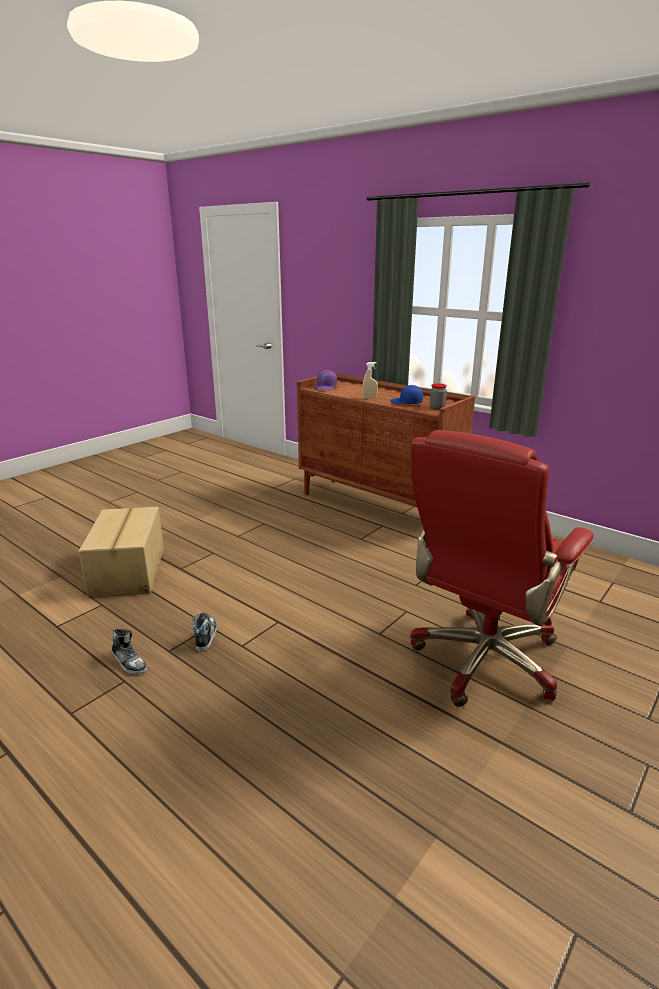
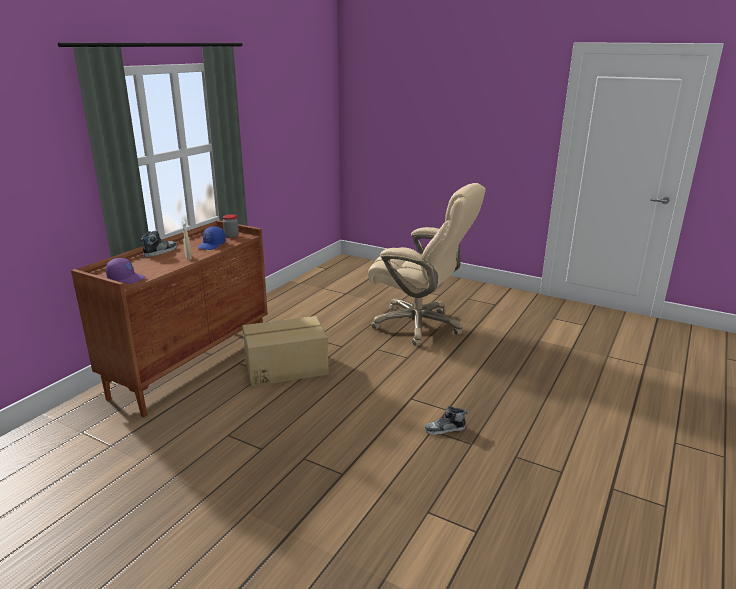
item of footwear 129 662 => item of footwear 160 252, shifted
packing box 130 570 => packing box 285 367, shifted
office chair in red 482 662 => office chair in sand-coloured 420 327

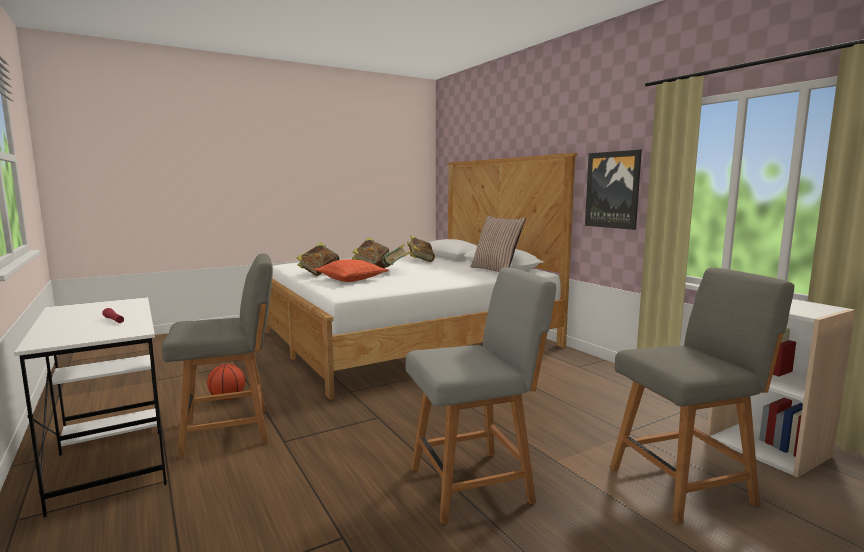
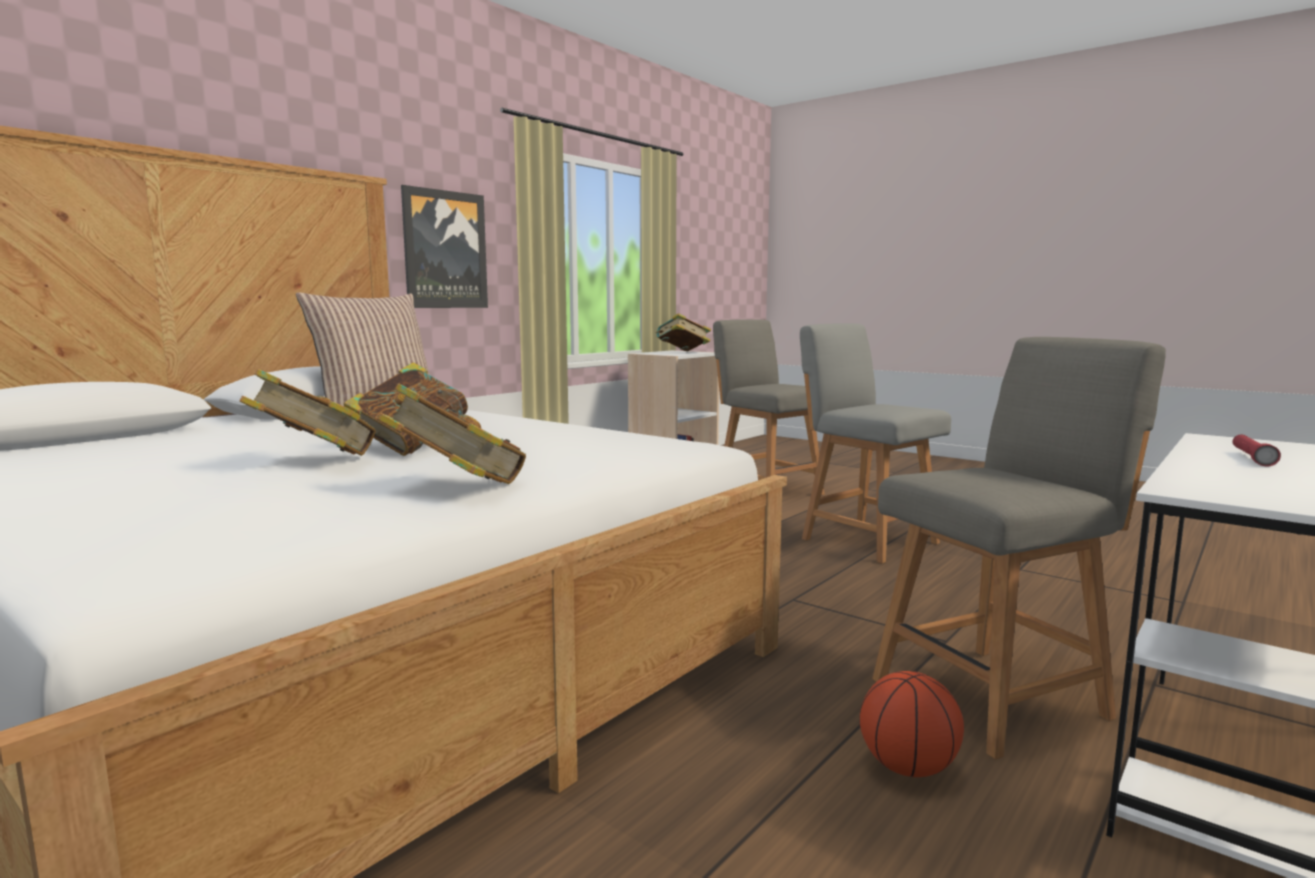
volume 420 261 => volume 682 352, shifted
upright chair in gray 230 431 => upright chair in gray 994 696, 105 degrees clockwise
cushion in orange-coloured 351 280 => nothing

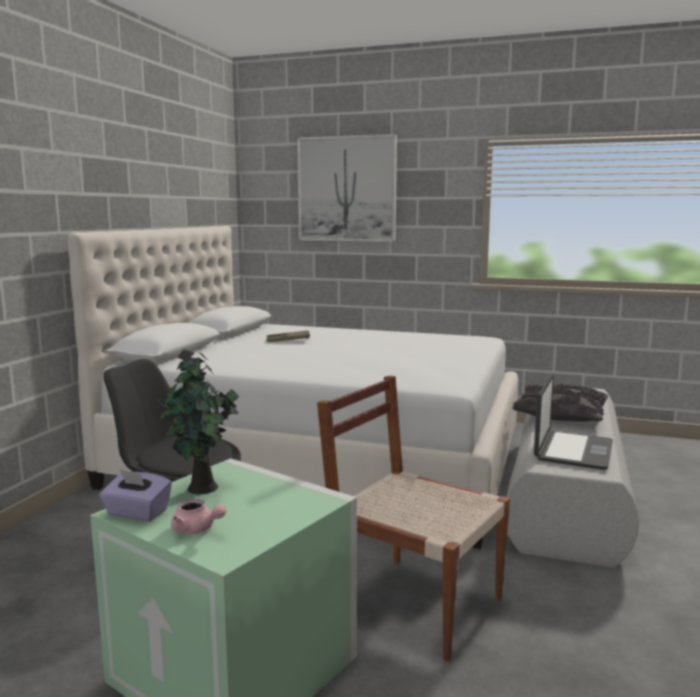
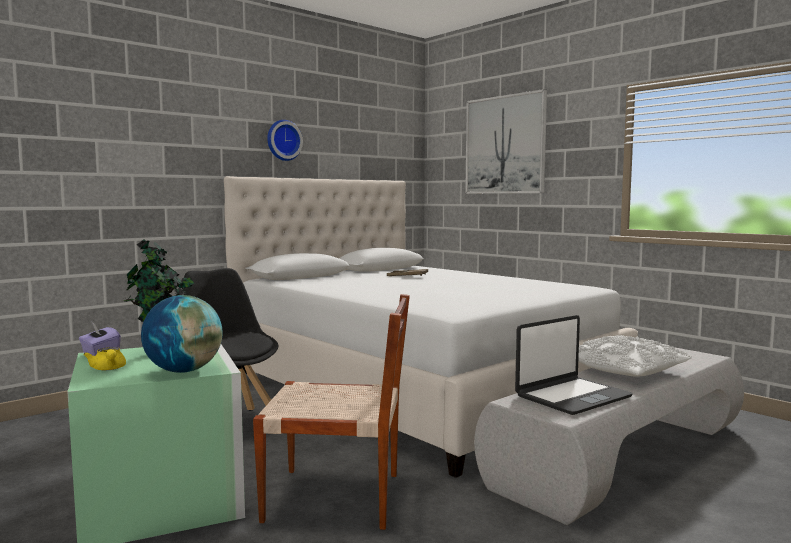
tea pot in pinkish 197 530 => tea pot in yellow 108 369
nothing => world globe 184 371
upright chair 413 603 => upright chair 338 498, 120 degrees clockwise
nothing => hanging clock 283 140
cushion in black 560 415 => cushion in white-coloured 623 370

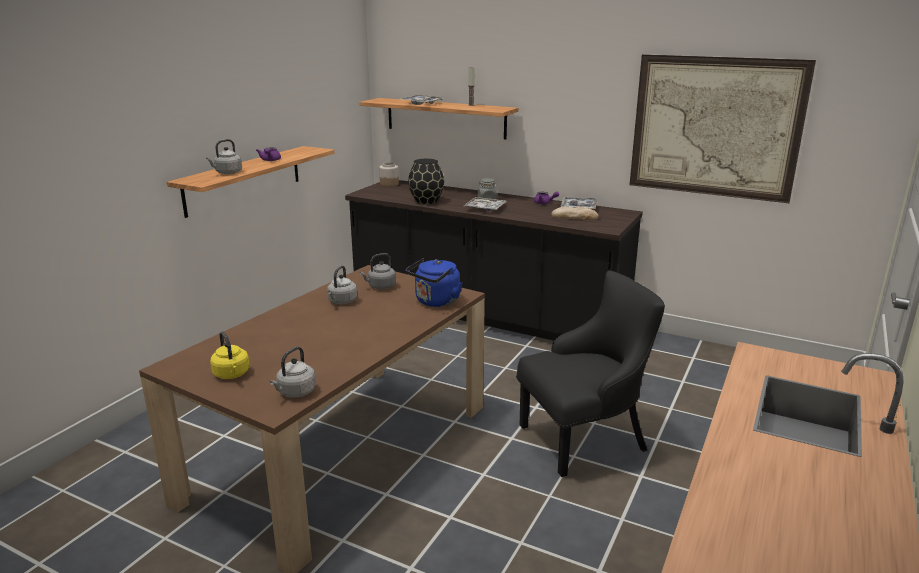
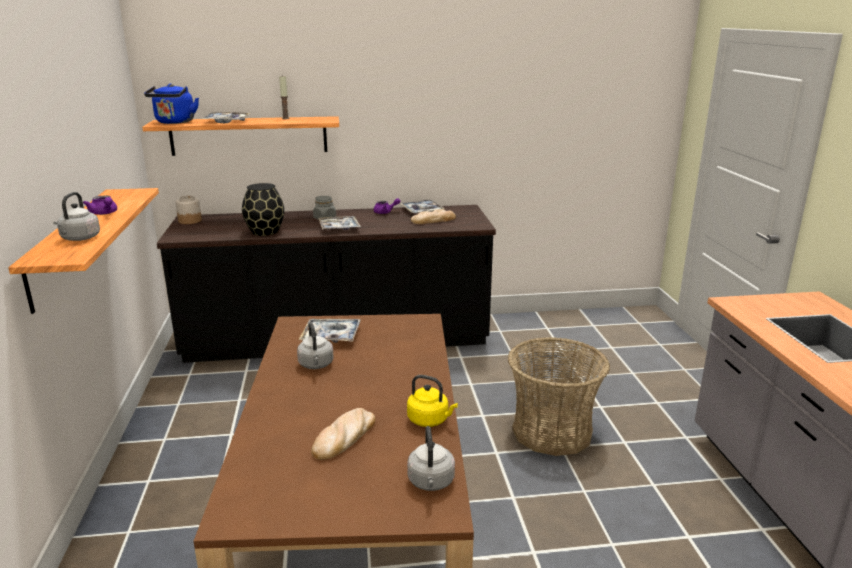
tea kettle in blue-coloured 435 302 => tea kettle in blue-coloured 174 122, shifted
tea kettle in gray 380 286 => tray 331 336
nothing => baked bread 344 437
tea kettle in yellow 232 374 => tea kettle in yellow 430 420, shifted
upright chair in black 581 441 => storage basket 552 431
picture 715 127 => nothing

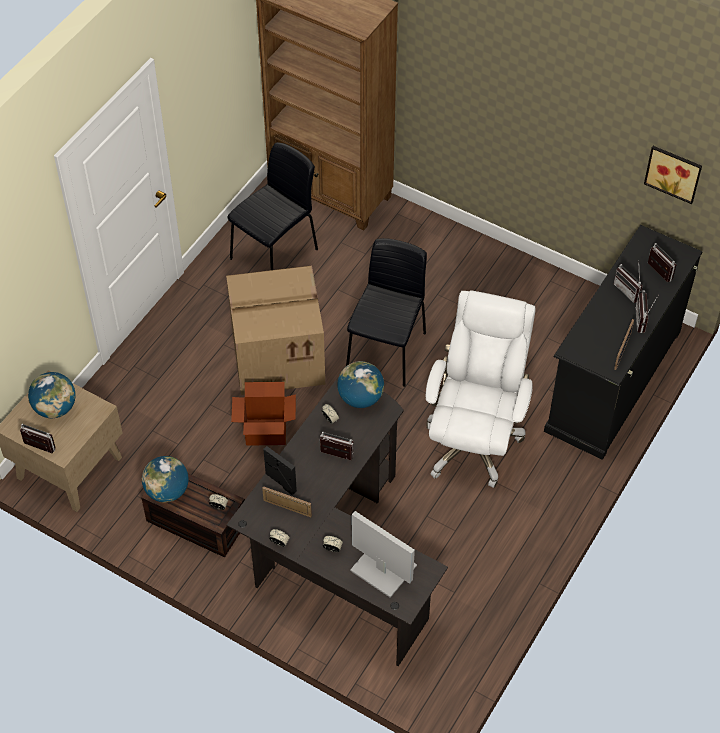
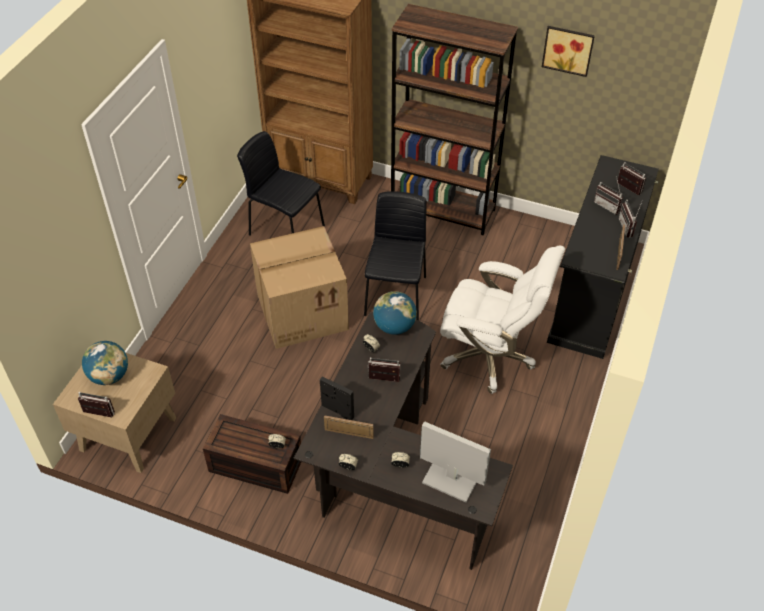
upright chair in black 276 252 => upright chair in black 284 229, 90 degrees counterclockwise
nothing => shelving unit in brown 443 210
office chair in white-coloured 474 442 => office chair in white-coloured 490 359, 105 degrees clockwise
picture 674 172 => picture 568 49, shifted
world globe 167 491 => nothing
packing box 265 432 => nothing

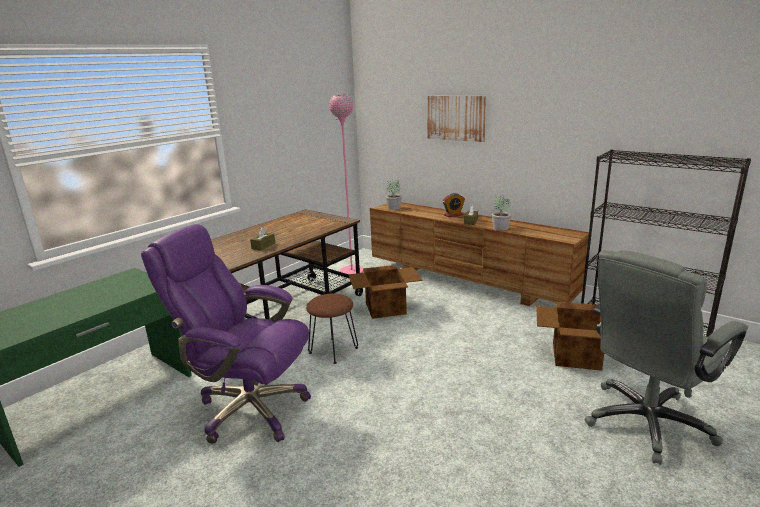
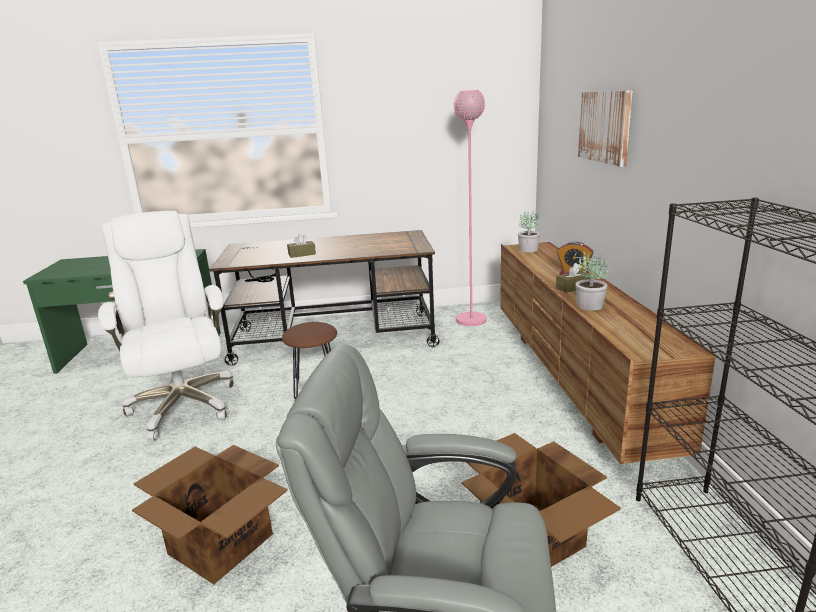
office chair in purplish 249 409 => office chair in white-coloured 184 404
packing box 386 308 => packing box 221 545, shifted

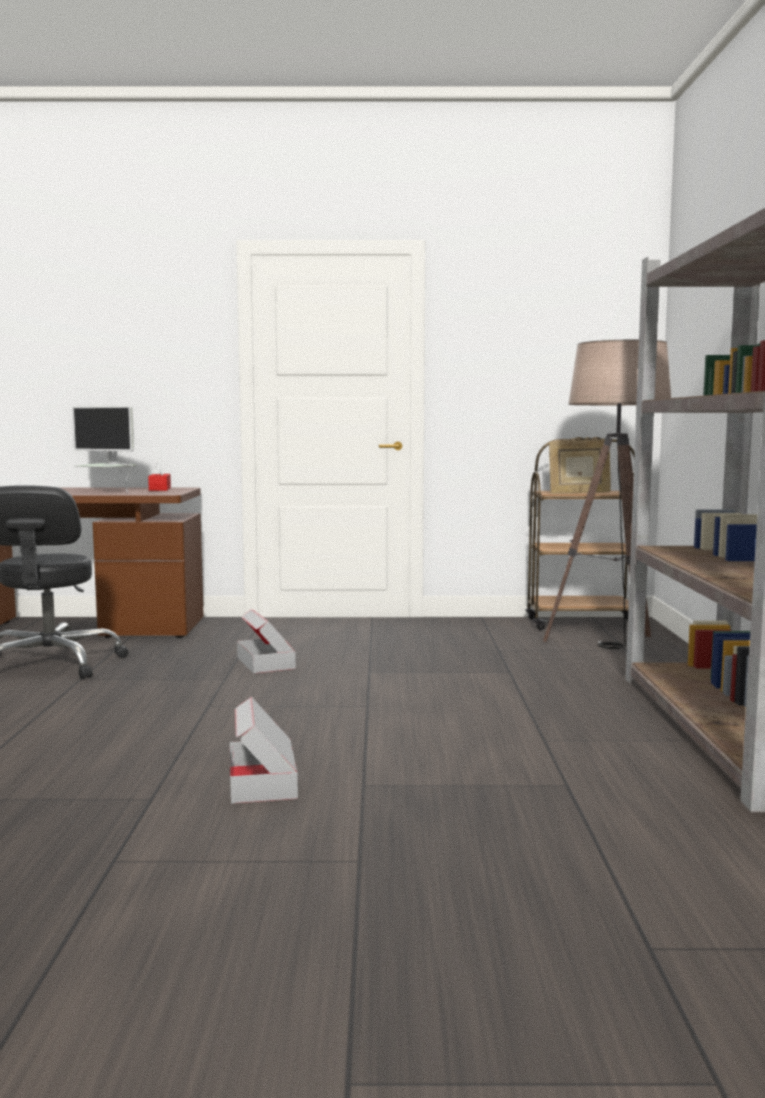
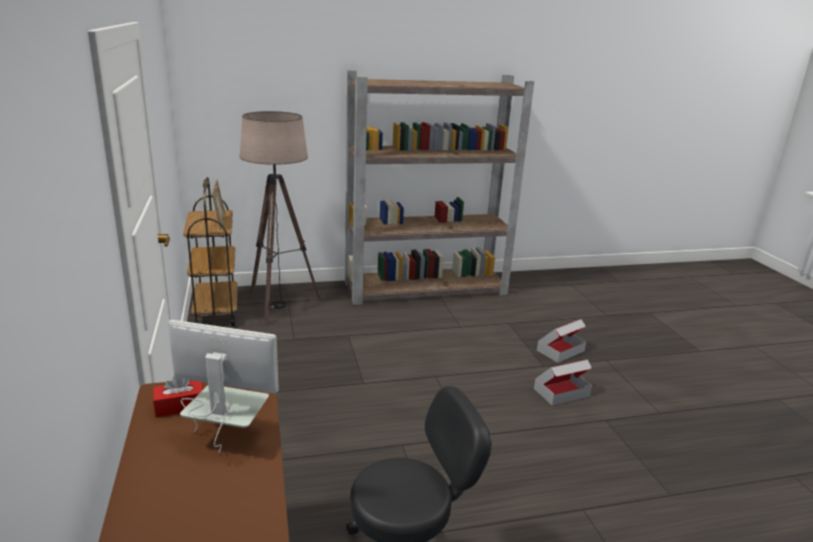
monitor 108 492 => monitor 226 438, 90 degrees counterclockwise
packing box 266 663 => packing box 560 350, shifted

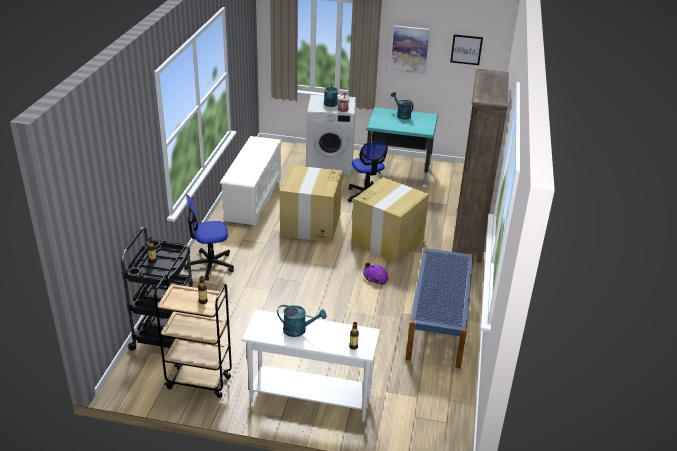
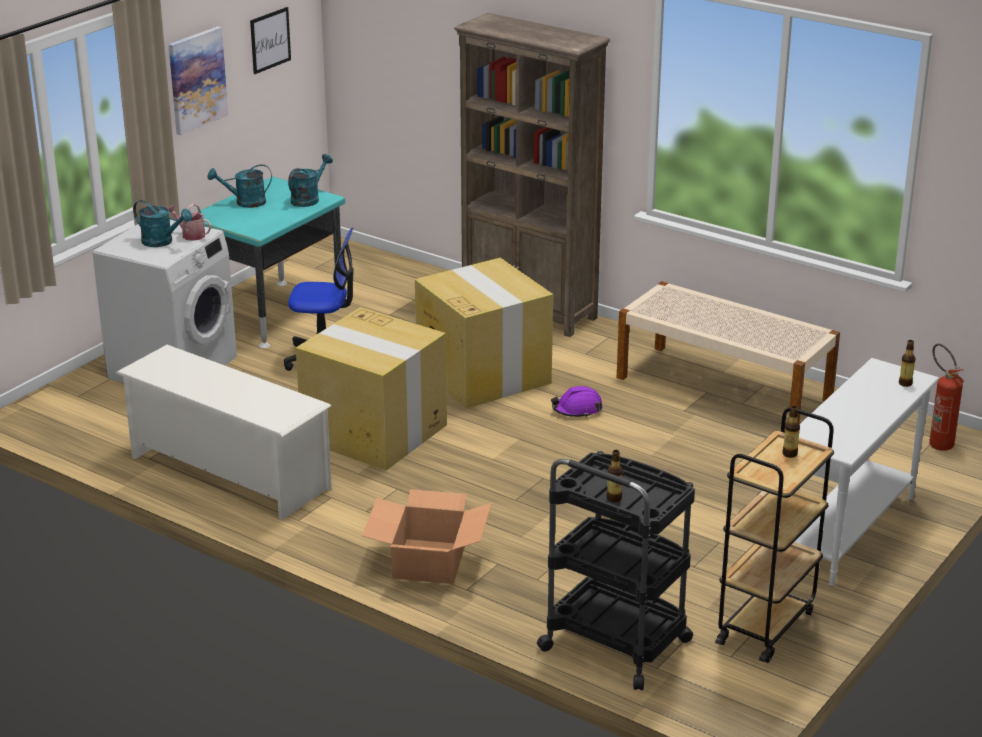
watering pot in turquoise-coloured 299 330 => watering pot in turquoise-coloured 308 199, shifted
office chair 210 265 => packing box 428 561
long seat in blue-coloured 439 323 => long seat in sand-coloured 724 388
nothing => fire-fighting cylinder 937 442

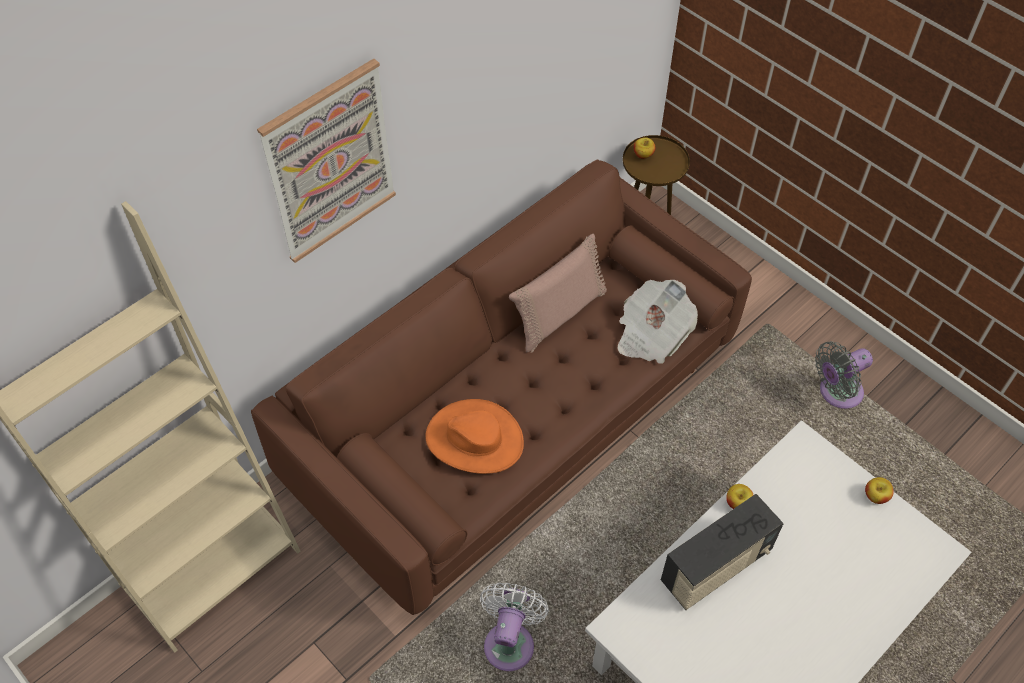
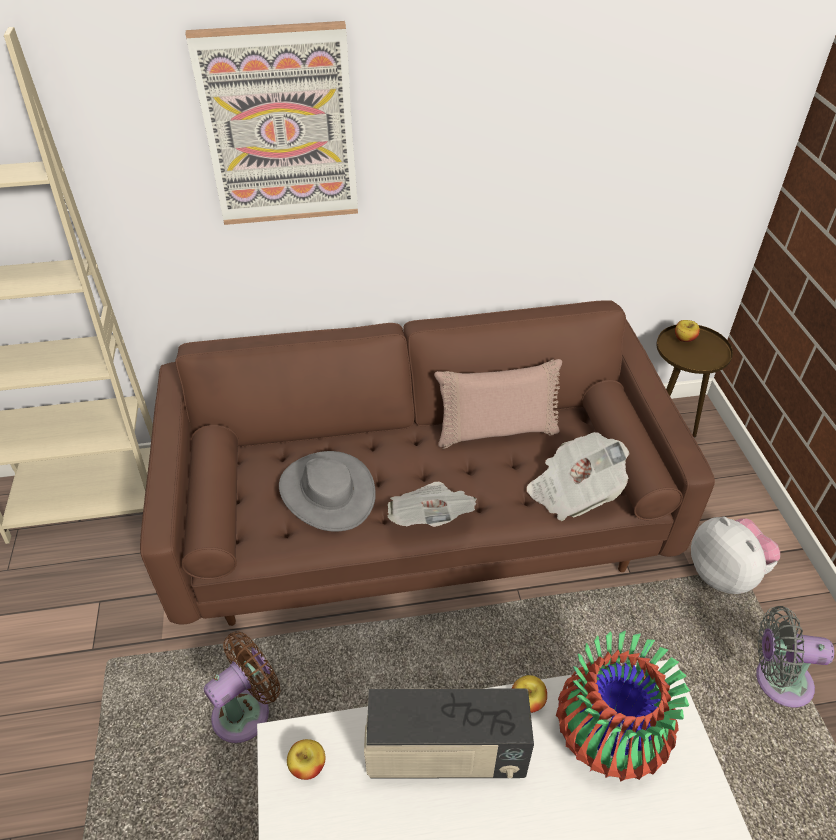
electric fan in white-coloured 510 641 => electric fan in brown 247 711
clothing hat in orange-coloured 474 439 => clothing hat in gray 327 492
whole apple 875 496 => whole apple 308 766, shifted
nothing => printed paper 430 519
nothing => decorative vase 610 734
nothing => cuddly toy 725 574

